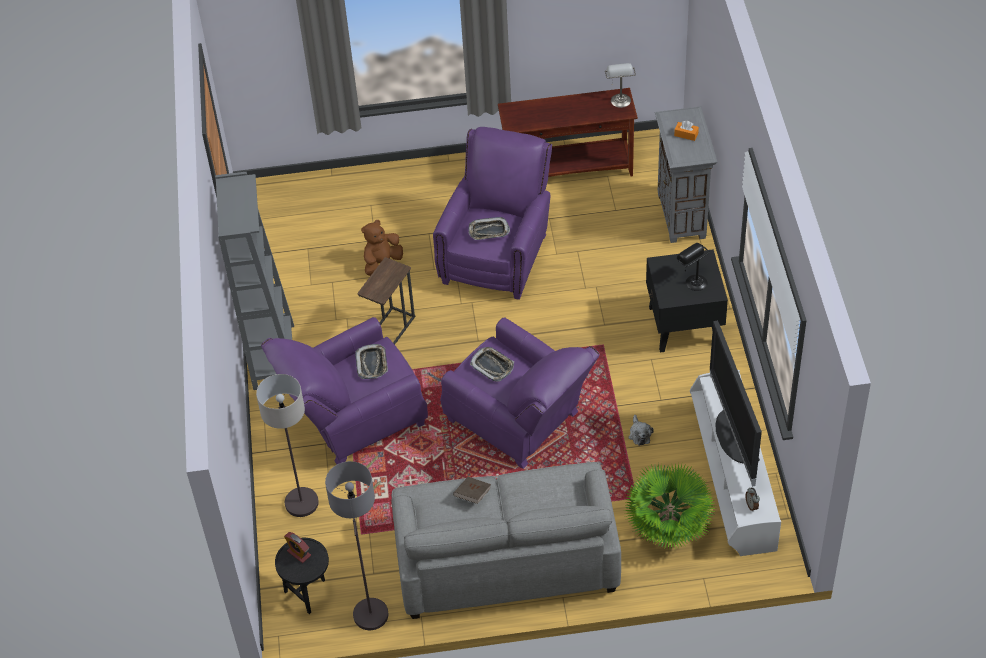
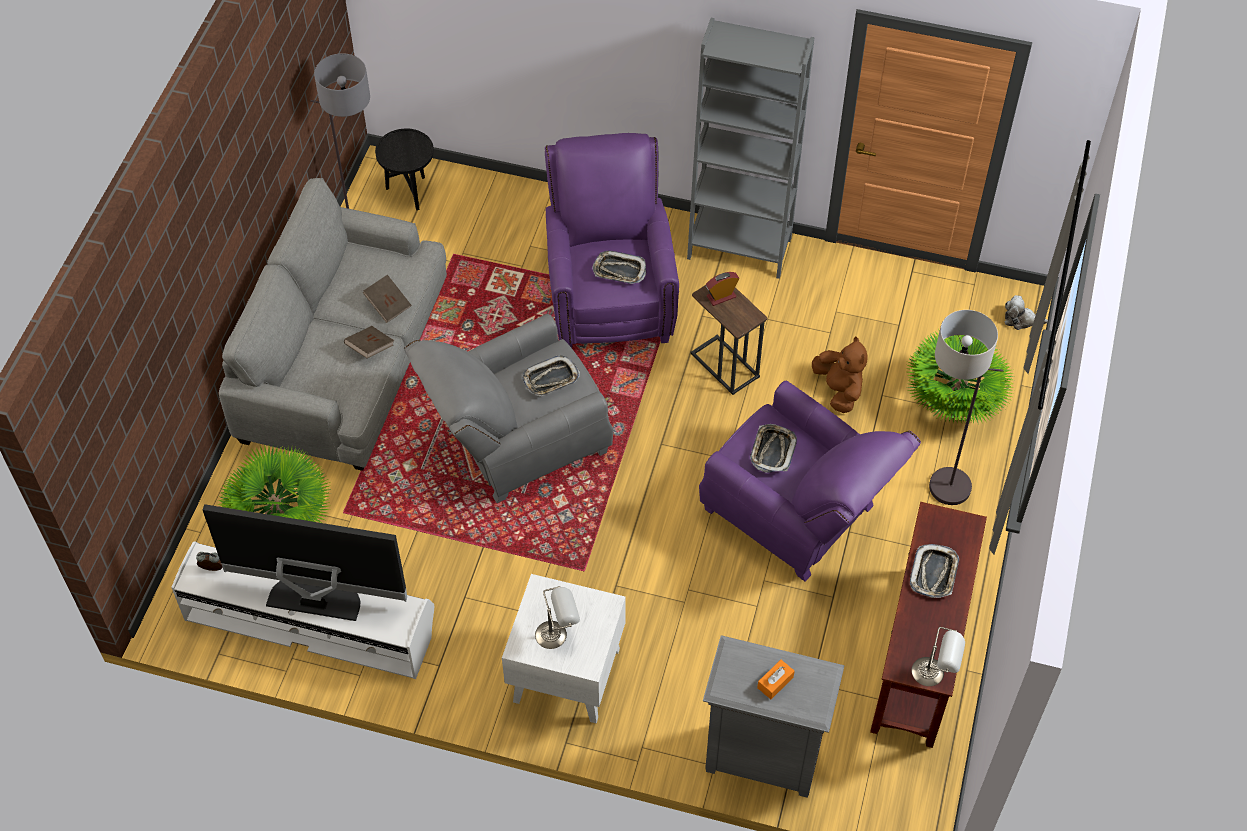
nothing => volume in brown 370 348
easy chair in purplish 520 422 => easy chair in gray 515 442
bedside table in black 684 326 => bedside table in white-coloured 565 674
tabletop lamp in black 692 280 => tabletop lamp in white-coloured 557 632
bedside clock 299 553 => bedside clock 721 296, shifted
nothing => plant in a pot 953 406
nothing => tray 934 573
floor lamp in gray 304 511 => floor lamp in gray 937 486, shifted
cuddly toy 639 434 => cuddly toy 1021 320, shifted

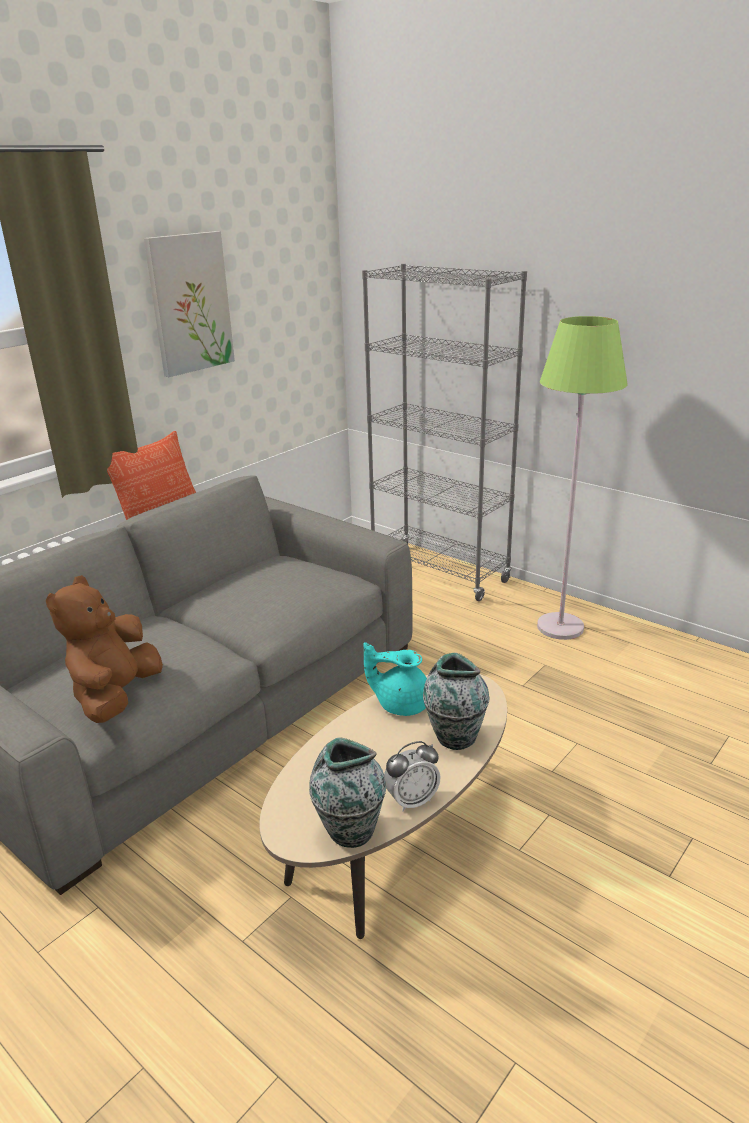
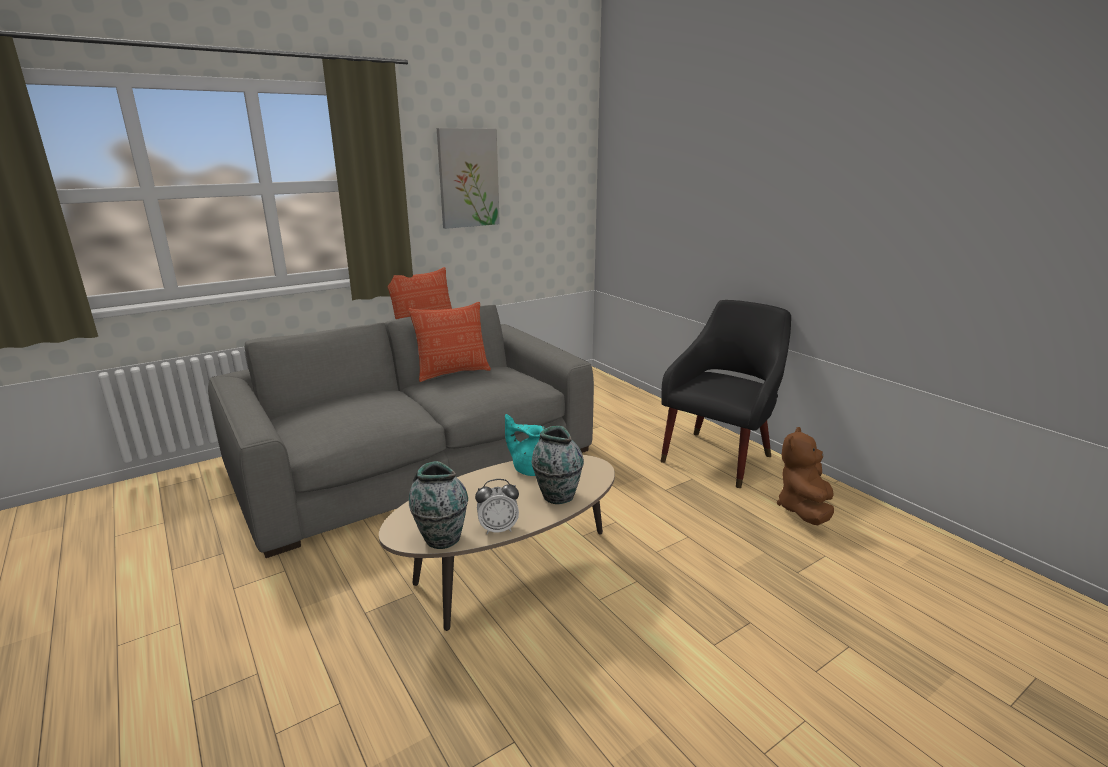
nothing => cushion in orange-coloured 453 373
floor lamp in green-coloured 560 627 => easy chair in black 719 455
cuddly toy in brown 116 696 => cuddly toy in brown 804 510, shifted
shelving unit in gray 439 572 => nothing

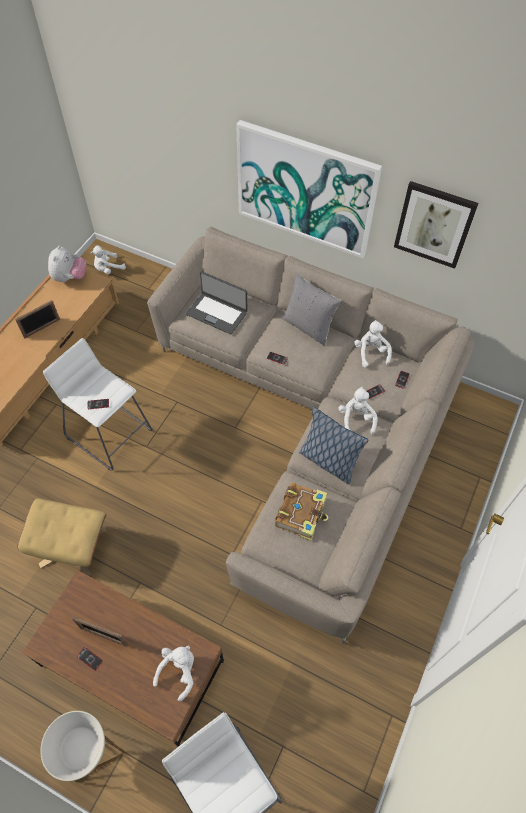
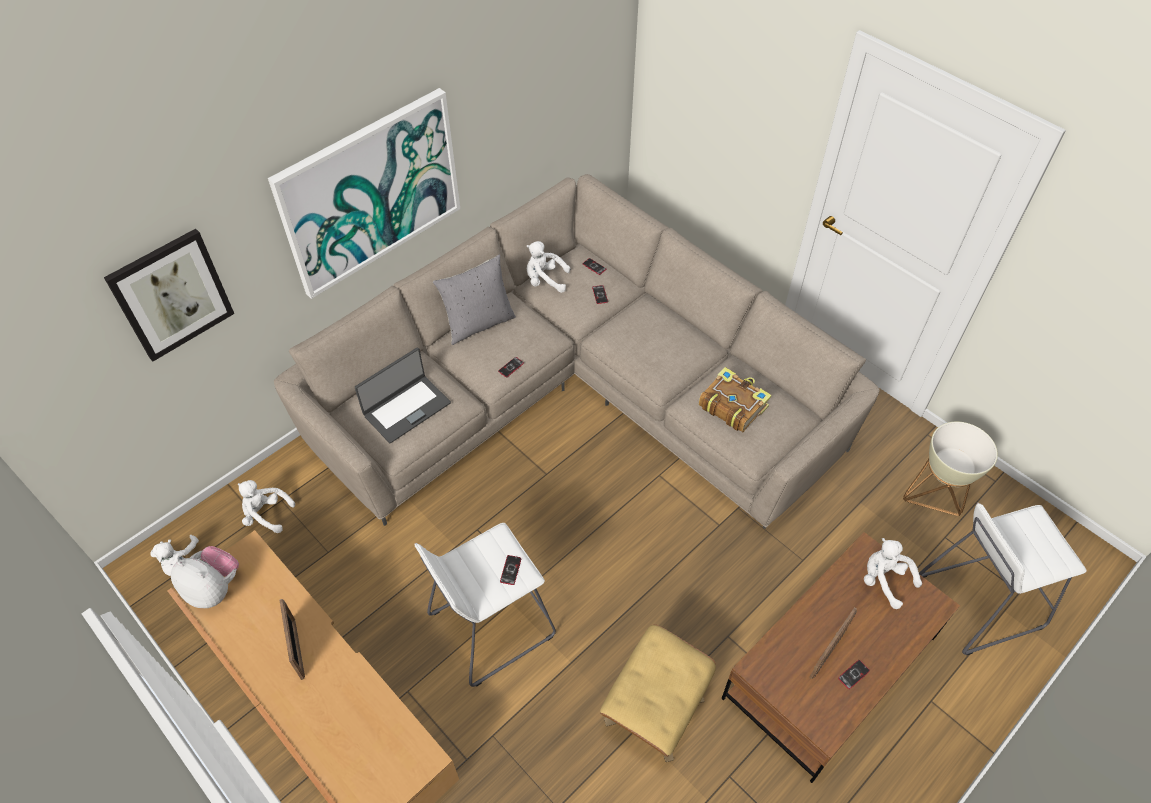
picture 434 224 => picture 171 295, shifted
cuddly toy in white-coloured 356 419 => cuddly toy in white-coloured 266 515, shifted
plant pot 91 752 => plant pot 935 496, shifted
cushion 328 461 => nothing

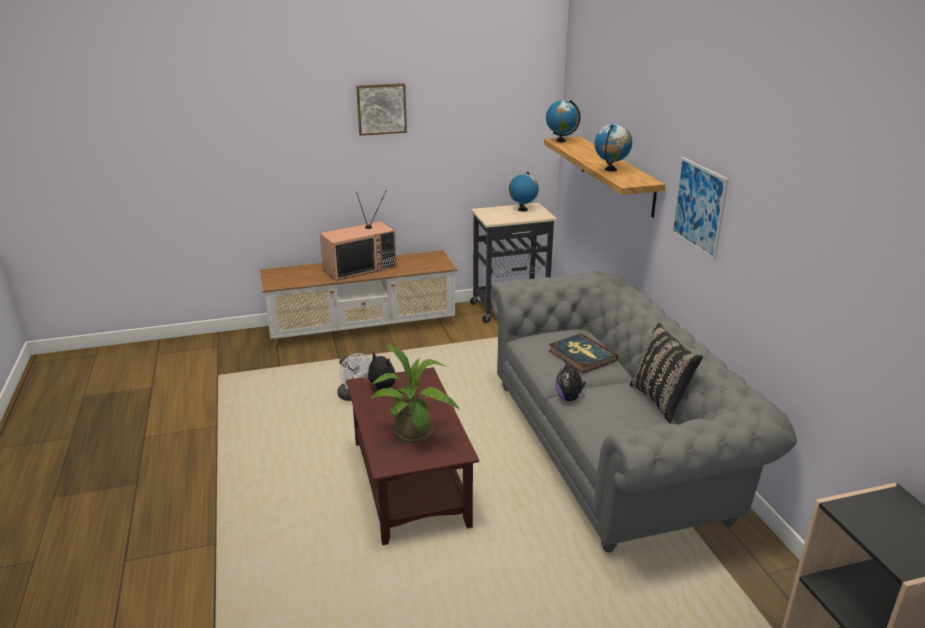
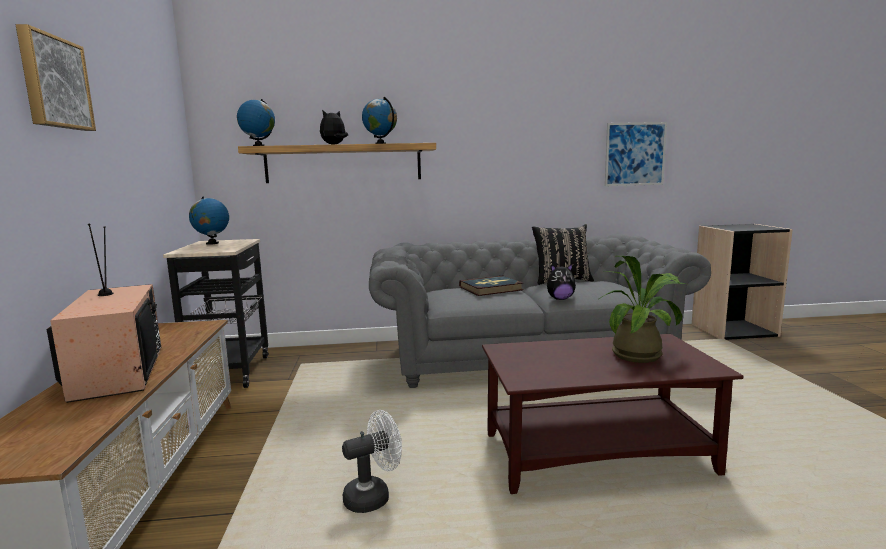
cuddly toy 381 389 => cuddly toy 334 144, shifted
picture 699 207 => picture 635 154, shifted

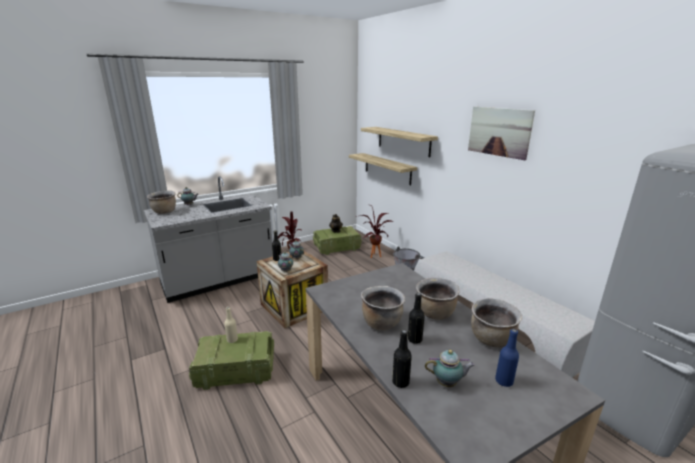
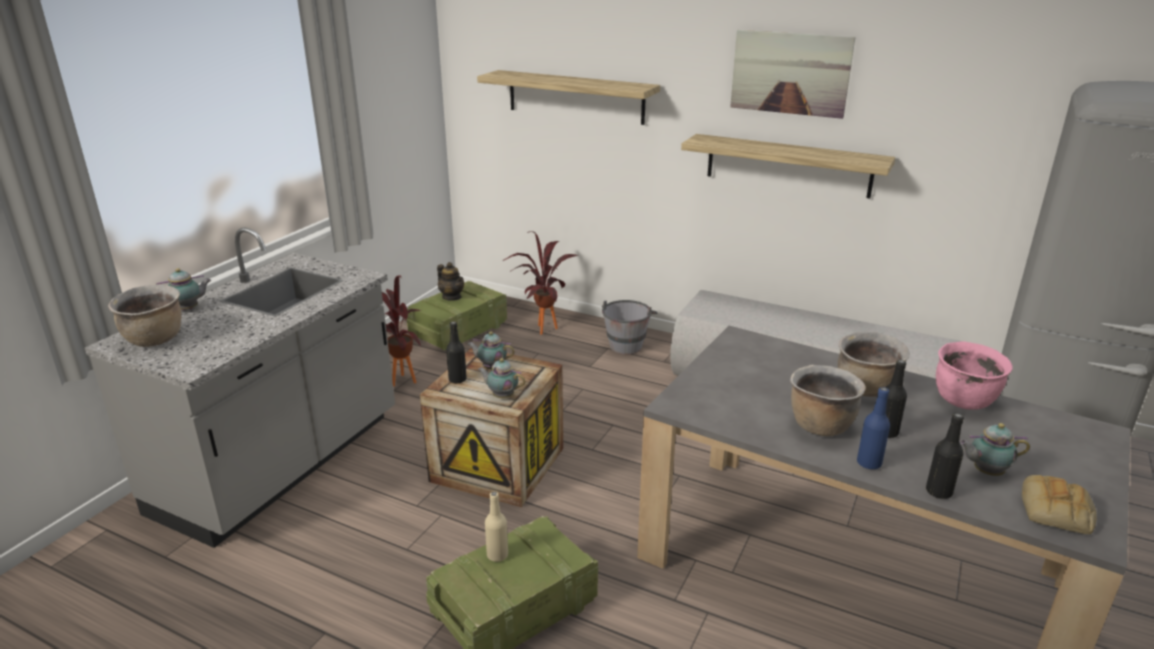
bracket shelf 387 168 => bracket shelf 788 165, shifted
beverage bottle in blue-coloured 504 381 => beverage bottle in blue-coloured 869 463, shifted
saucepot in brown 491 340 => saucepot in pinkish 964 401
tea pot 448 383 => tea pot 985 472, 150 degrees counterclockwise
nothing => baked bread 1057 511

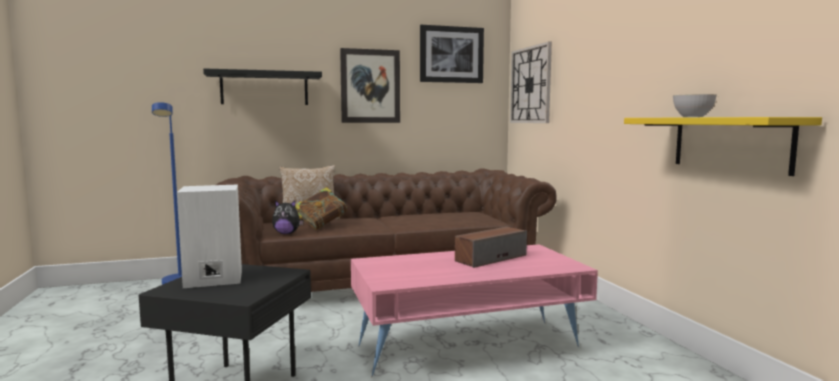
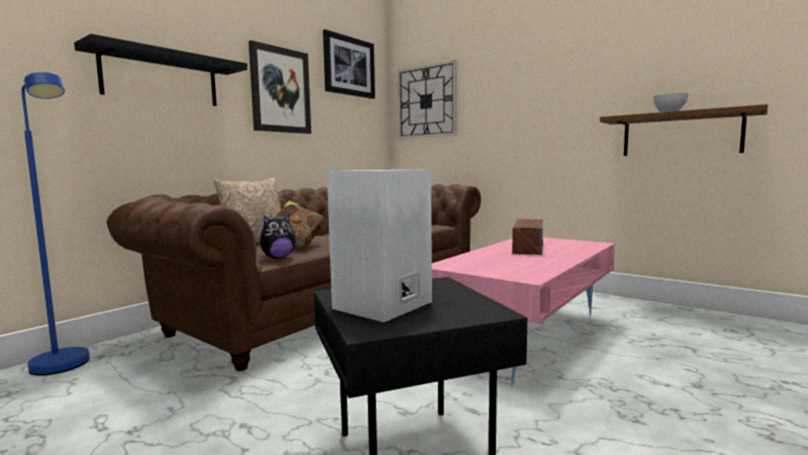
bracket shelf in yellow 730 143 => bracket shelf in brown 680 134

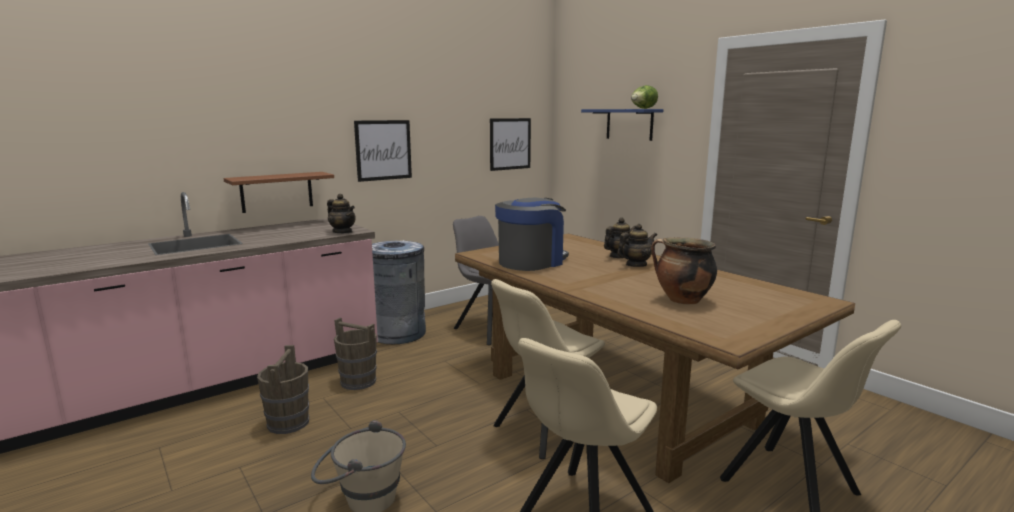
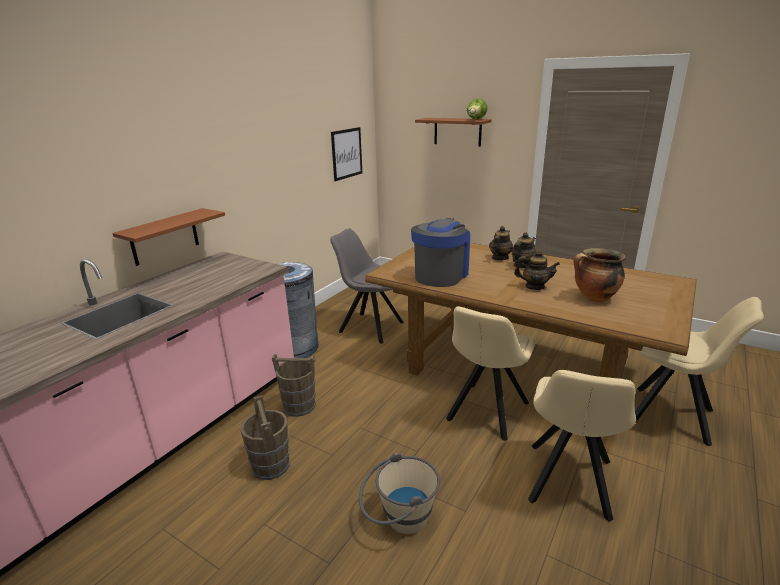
bracket shelf in blue-coloured 629 124 => bracket shelf in brown 457 132
tea pot 342 232 => tea pot 534 287, shifted
picture 383 150 => nothing

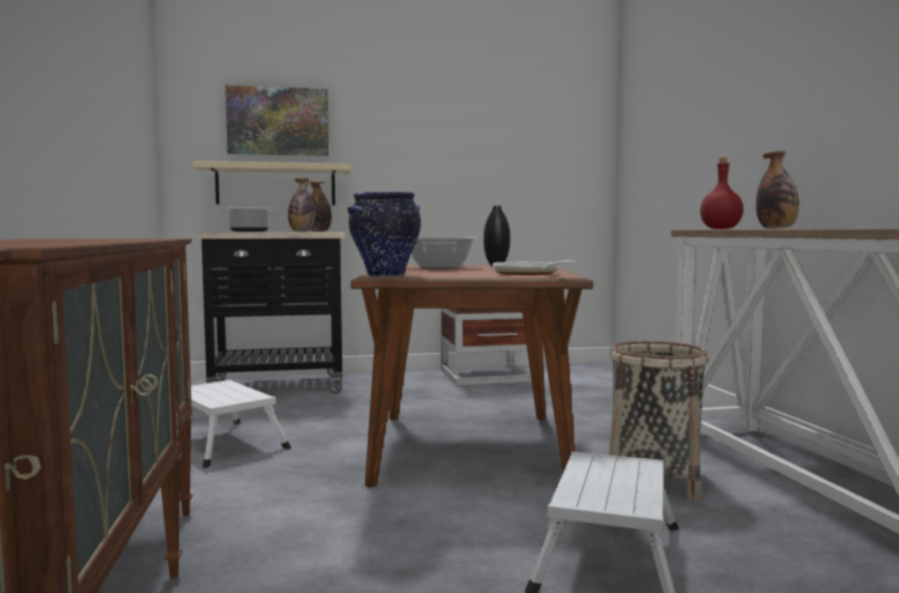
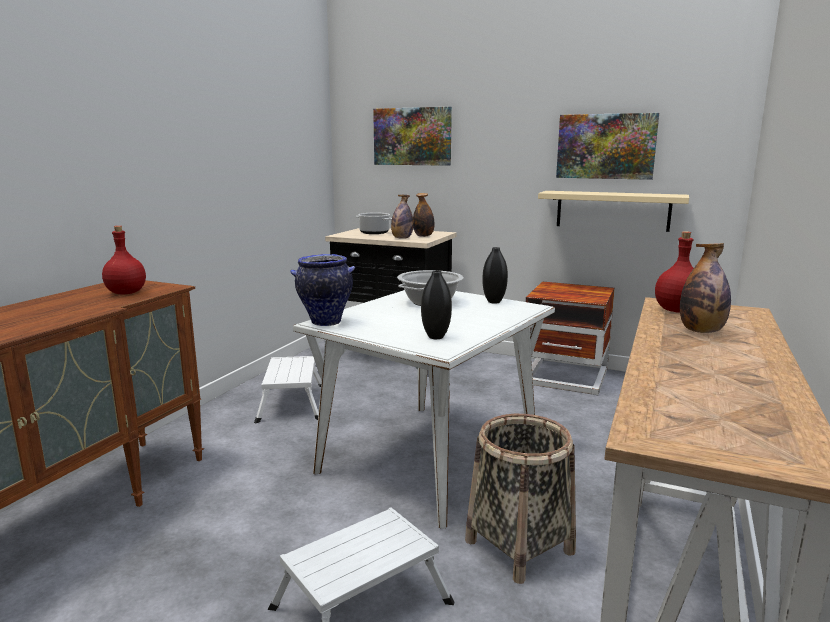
nothing => beverage bottle in red 127 293
dinner table in brown 469 448 => dinner table in white-coloured 429 458
frying pan 528 274 => decorative vase in black 436 337
bracket shelf in sand-coloured 276 185 => bracket shelf in sand-coloured 612 210, shifted
nothing => picture 606 146

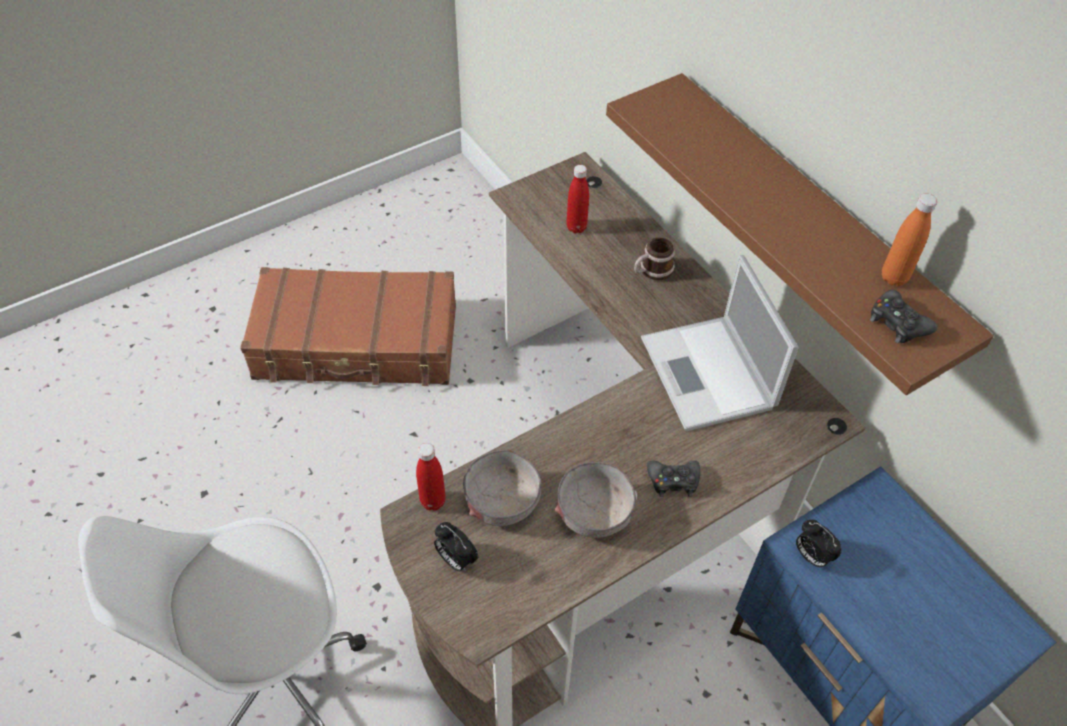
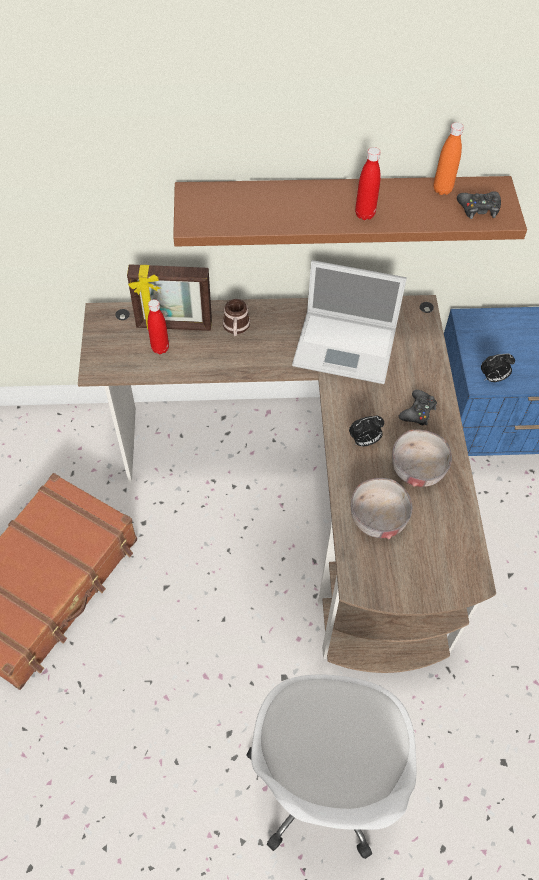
nothing => photo frame 174 326
bedside clock 456 560 => bedside clock 364 441, shifted
beverage bottle in red 433 501 => beverage bottle in red 364 214, shifted

